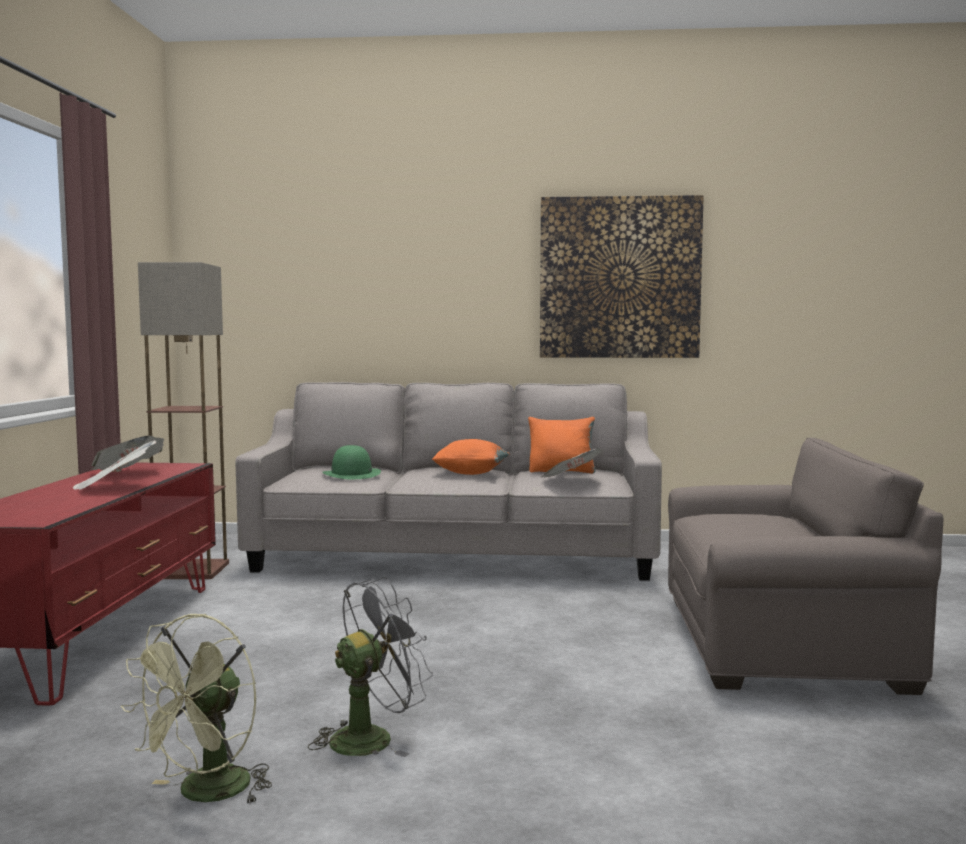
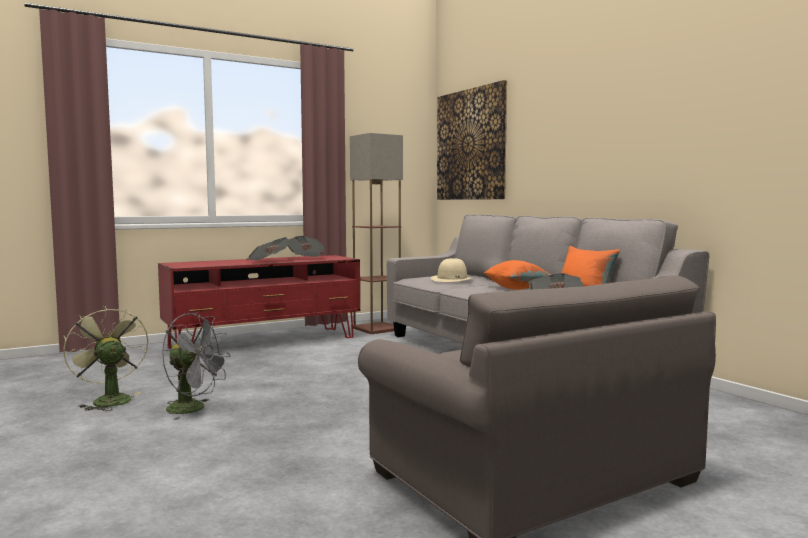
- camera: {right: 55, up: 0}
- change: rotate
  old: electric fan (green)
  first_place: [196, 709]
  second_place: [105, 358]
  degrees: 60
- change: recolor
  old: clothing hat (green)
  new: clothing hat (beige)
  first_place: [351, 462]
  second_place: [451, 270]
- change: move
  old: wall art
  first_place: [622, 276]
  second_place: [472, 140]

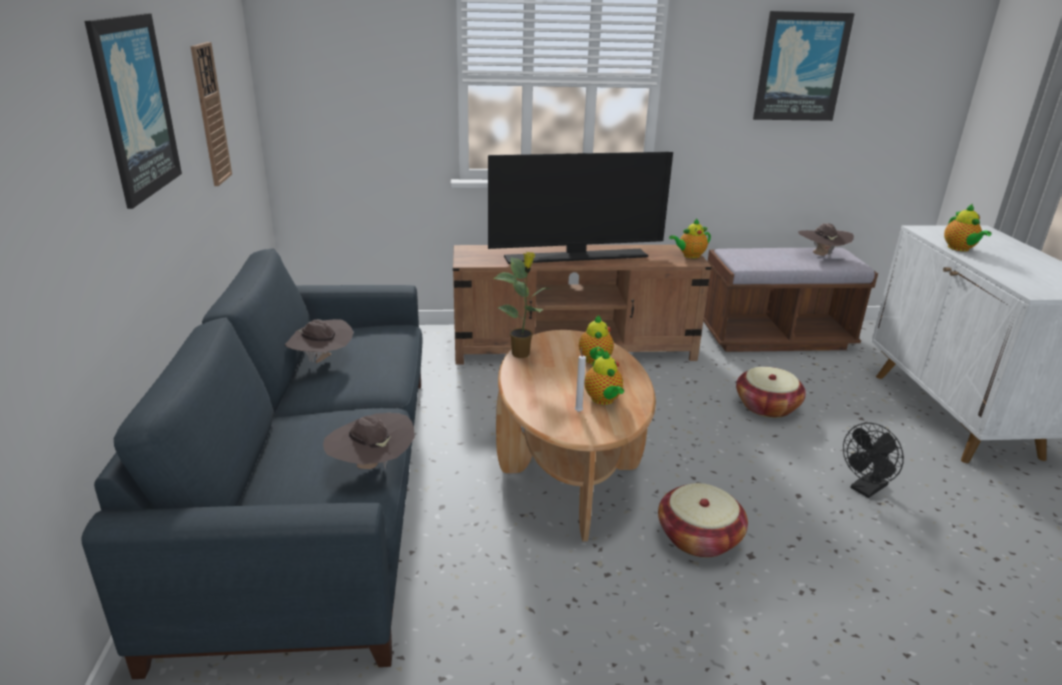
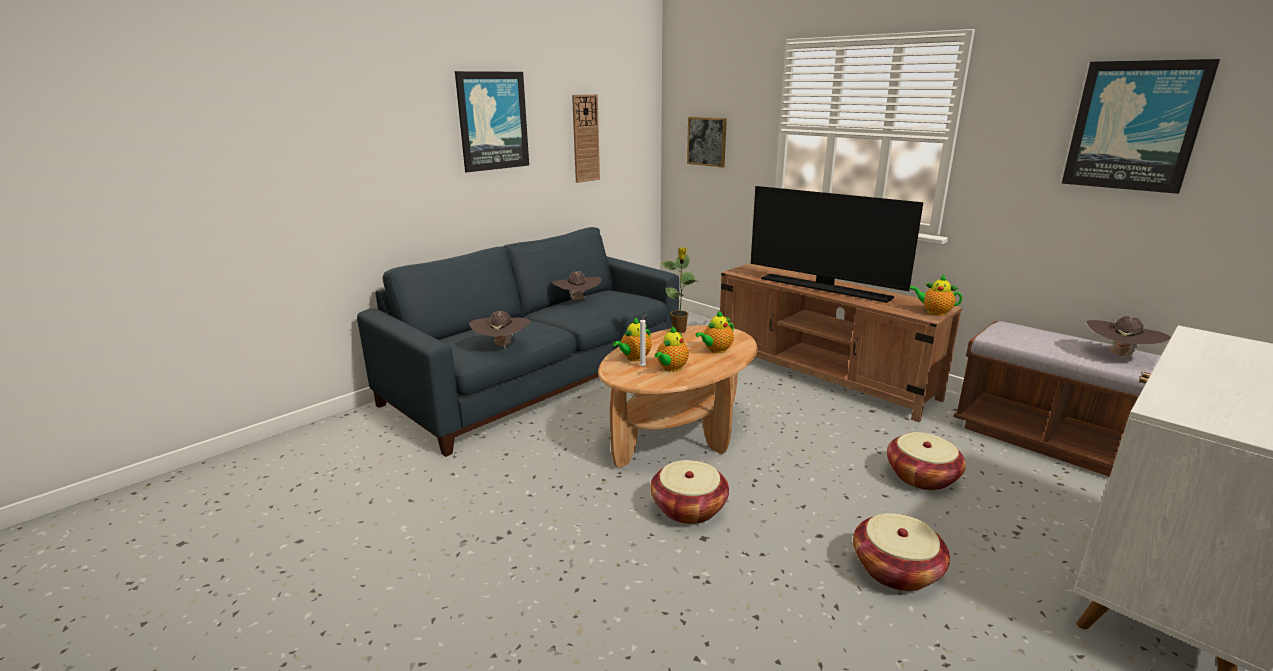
- camera: {right: 50, up: -5}
- change: move
  old: teapot
  first_place: [968, 228]
  second_place: [632, 339]
- change: insert
  new: wall art
  second_place: [707, 142]
- change: replace
  old: electric fan (black)
  new: basket
  first_place: [873, 460]
  second_place: [901, 552]

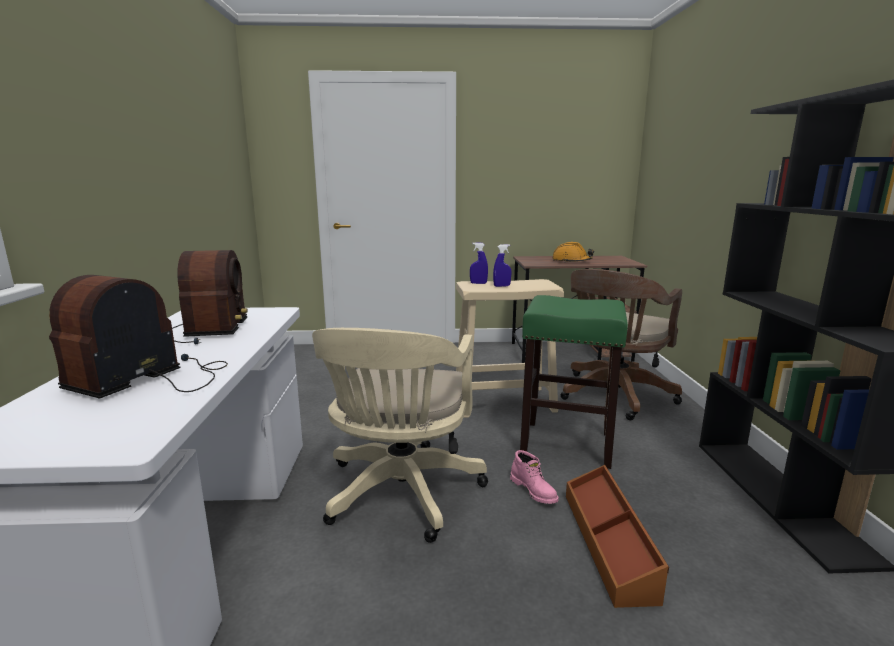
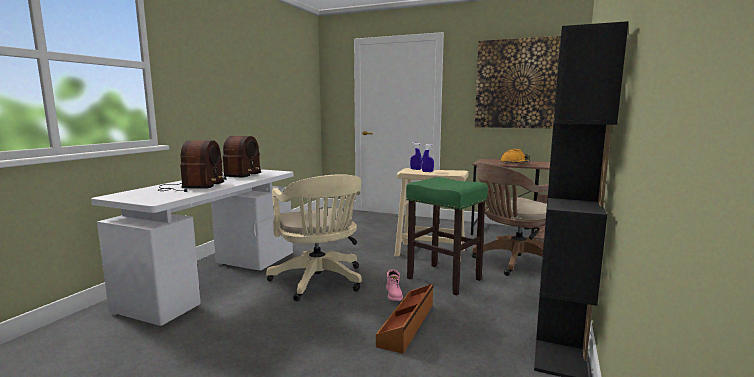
- camera: {right: 25, up: -5}
- change: rotate
  old: radio receiver
  first_place: [138, 337]
  second_place: [191, 166]
  degrees: 135
- change: rotate
  old: office chair (beige)
  first_place: [400, 435]
  second_place: [314, 237]
  degrees: -60
- change: insert
  new: wall art
  second_place: [518, 82]

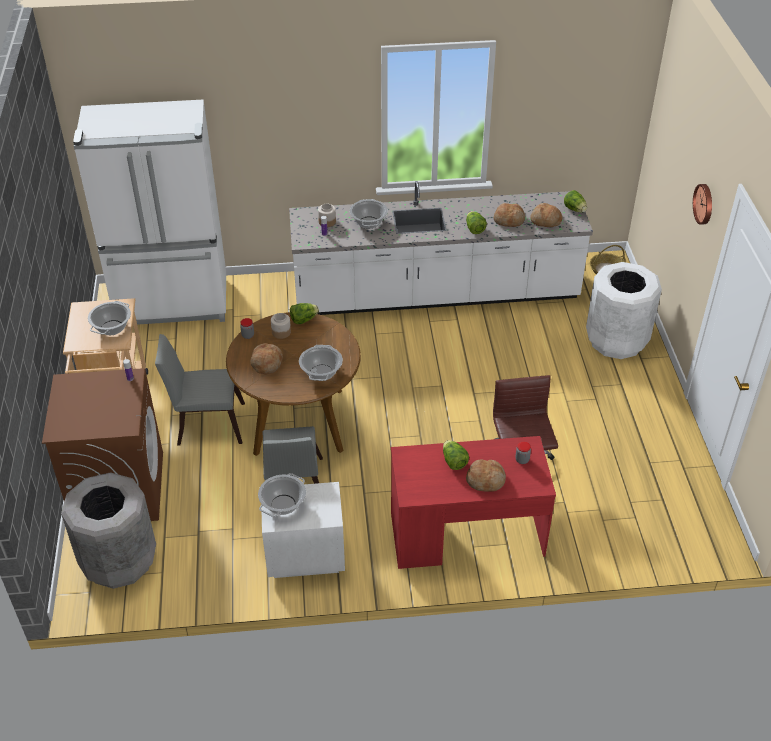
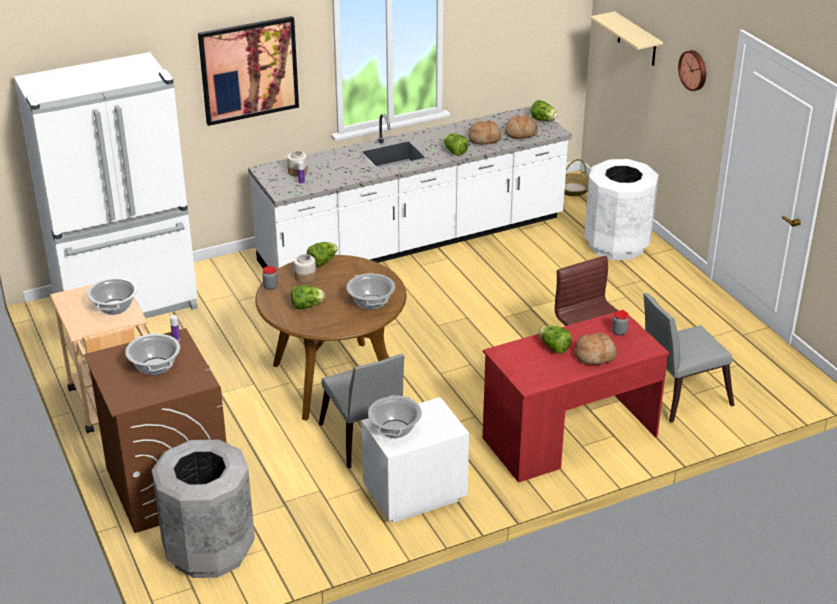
- camera: {right: -20, up: -10}
- change: move
  old: cooking pot
  first_place: [369, 214]
  second_place: [152, 354]
- change: insert
  new: wall art
  second_place: [248, 71]
- change: replace
  old: baked bread
  new: lettuce
  first_place: [266, 358]
  second_place: [308, 297]
- change: insert
  new: wall shelf (beige)
  second_place: [626, 38]
- change: move
  old: upright chair (grey)
  first_place: [200, 390]
  second_place: [688, 357]

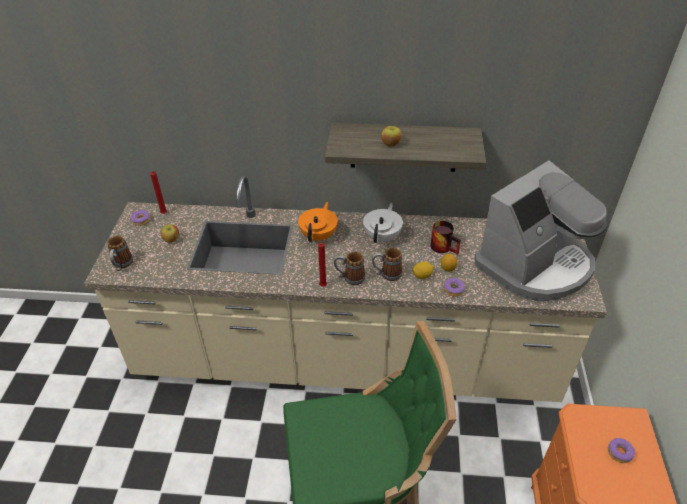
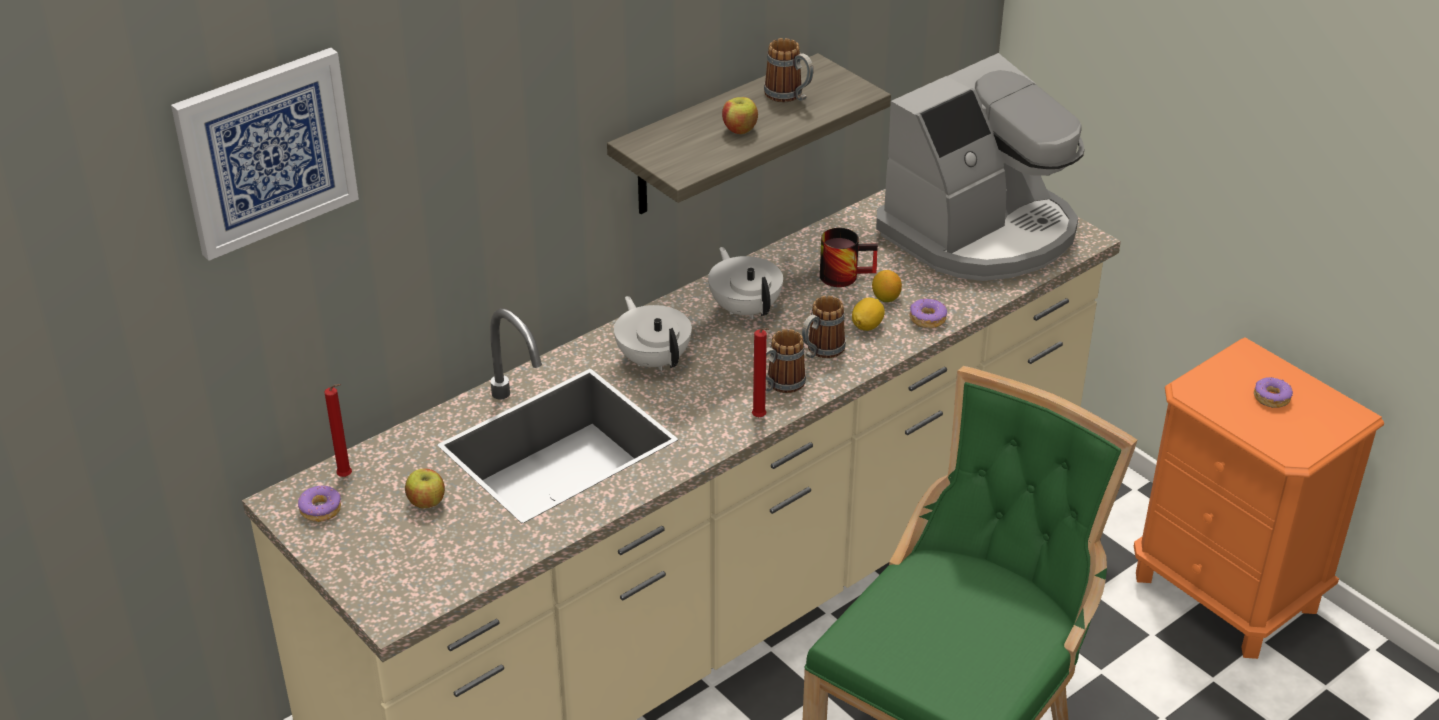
- camera: {right: -45, up: -5}
- change: insert
  new: wall art
  second_place: [265, 154]
- change: recolor
  old: teapot (orangey)
  new: teapot (whitish)
  first_place: [318, 222]
  second_place: [653, 333]
- change: move
  old: coffee mug
  first_place: [120, 253]
  second_place: [789, 70]
- change: rotate
  old: coffee maker
  first_place: [541, 230]
  second_place: [980, 167]
  degrees: 45

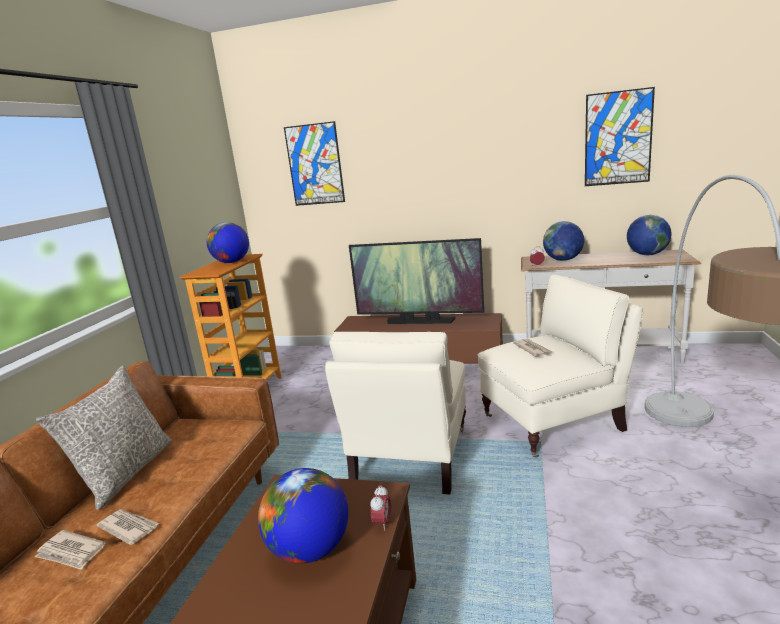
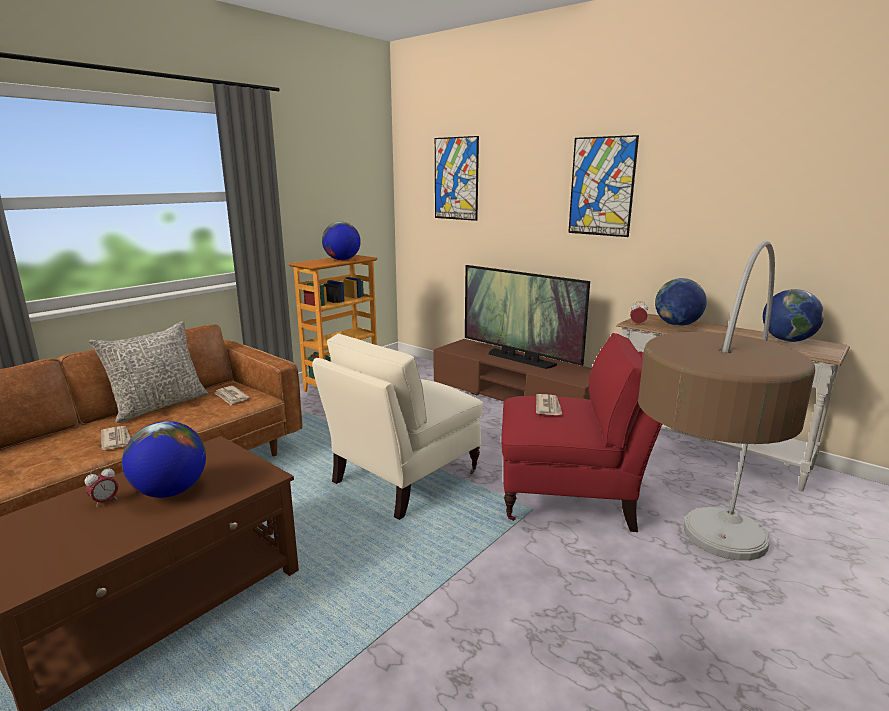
- camera: {right: 25, up: 0}
- change: move
  old: table clock
  first_place: [381, 508]
  second_place: [101, 487]
- change: move
  old: newspaper
  first_place: [70, 550]
  second_place: [231, 395]
- change: recolor
  old: lounge chair (beige)
  new: lounge chair (reddish)
  first_place: [560, 366]
  second_place: [581, 432]
- change: move
  old: wall art
  first_place: [620, 136]
  second_place: [603, 186]

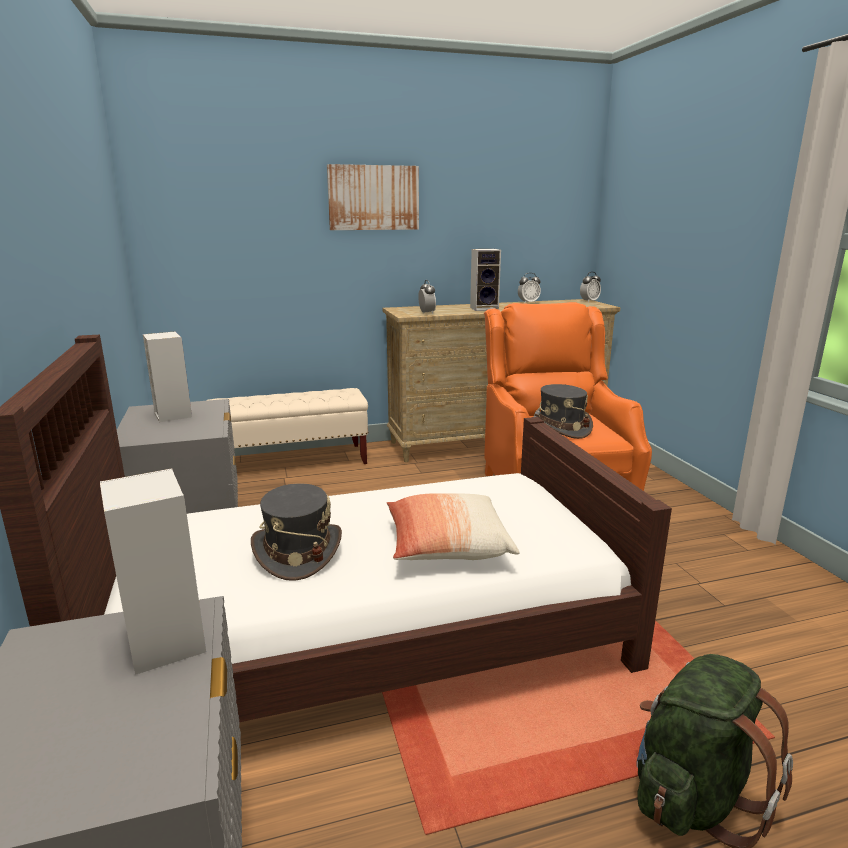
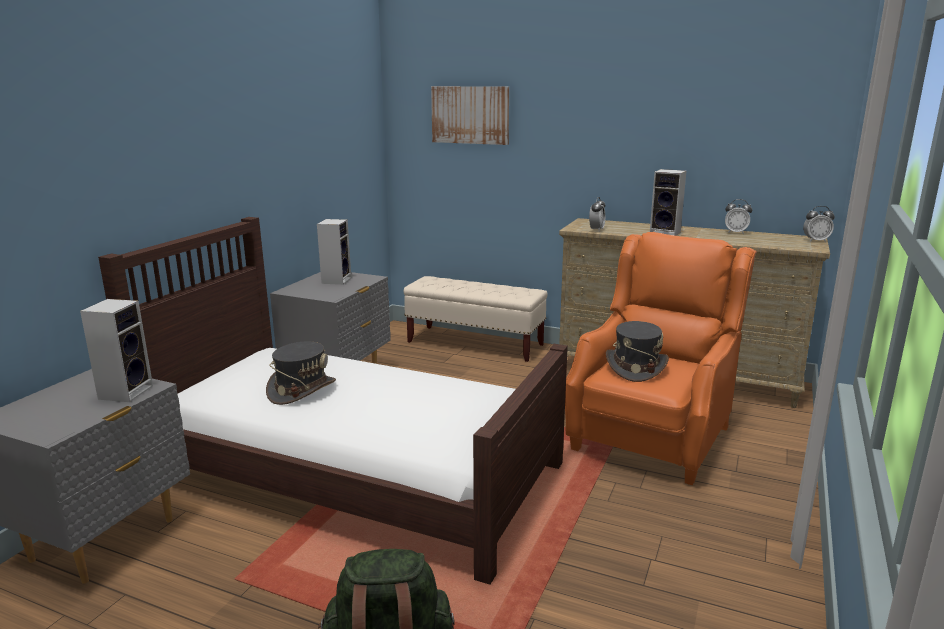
- camera: {right: 40, up: 0}
- change: move
  old: wall art
  first_place: [373, 197]
  second_place: [470, 115]
- change: delete
  old: cushion
  first_place: [453, 526]

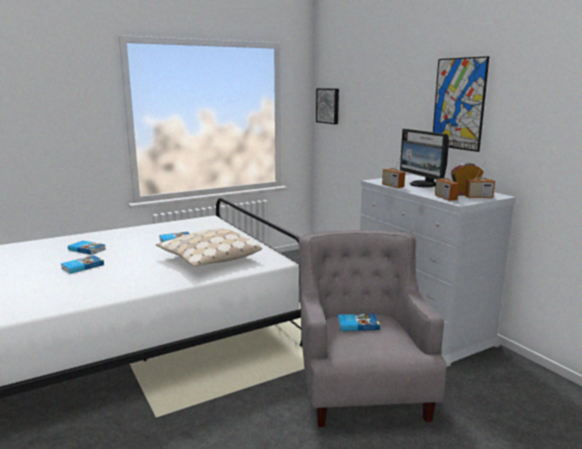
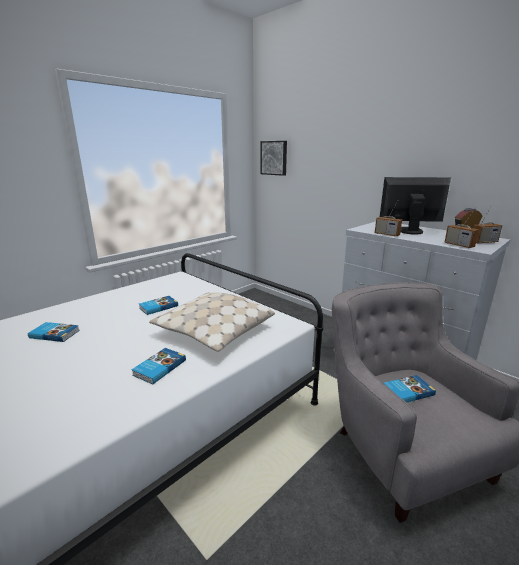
- camera: {right: -15, up: 5}
- change: move
  old: bound book
  first_place: [82, 264]
  second_place: [158, 366]
- change: rotate
  old: monitor
  first_place: [424, 158]
  second_place: [415, 206]
  degrees: 135
- change: delete
  old: wall art
  first_place: [461, 104]

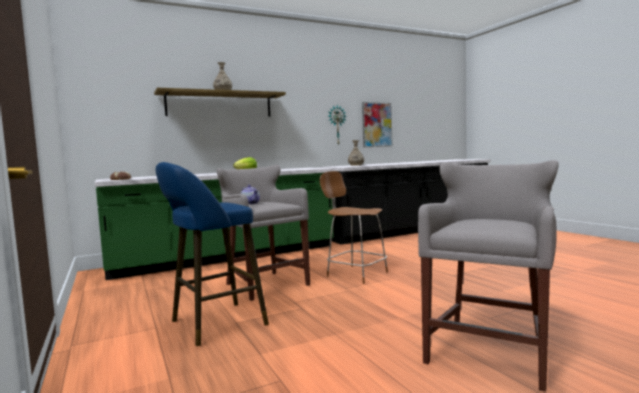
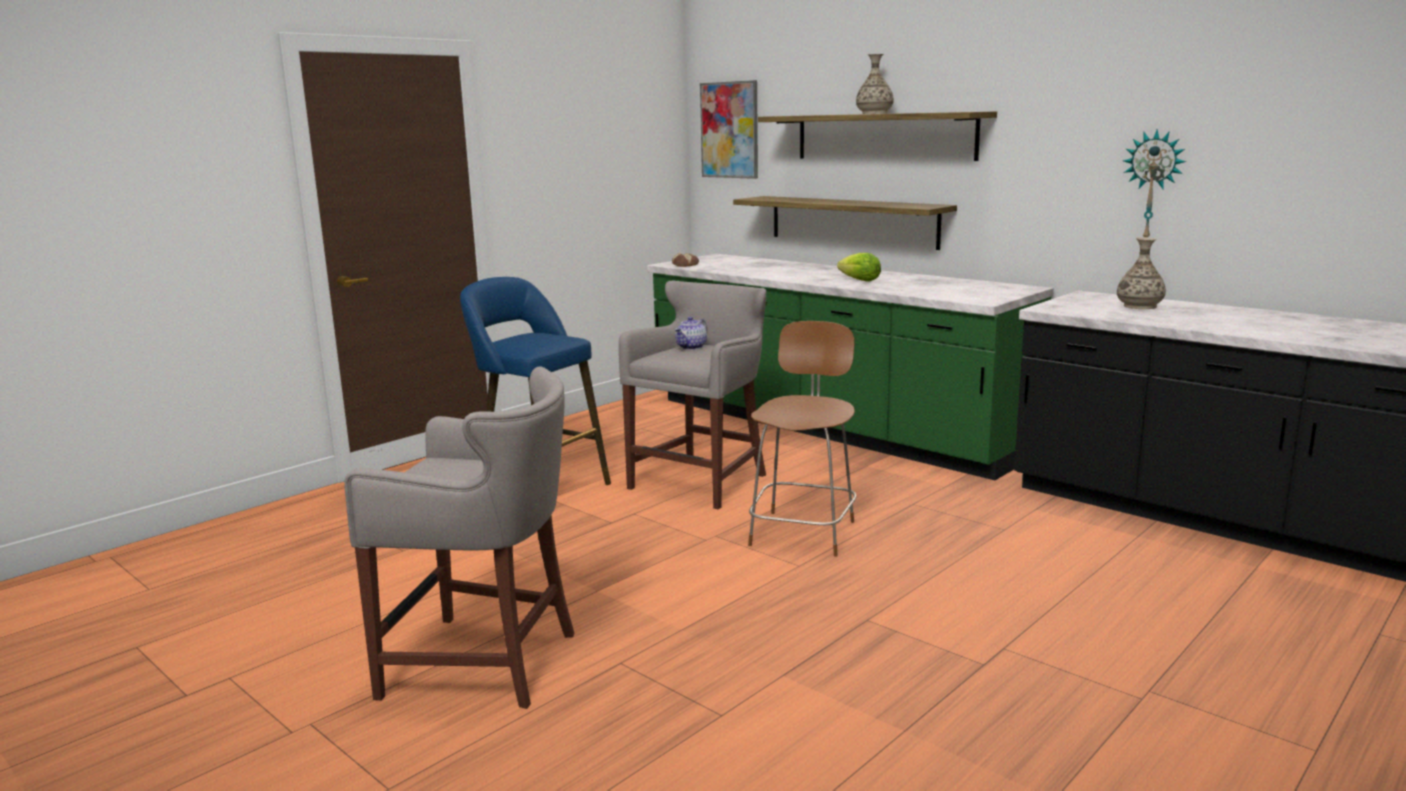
- camera: {right: 70, up: 10}
- change: move
  old: wall art
  first_place: [377, 124]
  second_place: [729, 129]
- change: insert
  new: wall shelf
  second_place: [845, 223]

